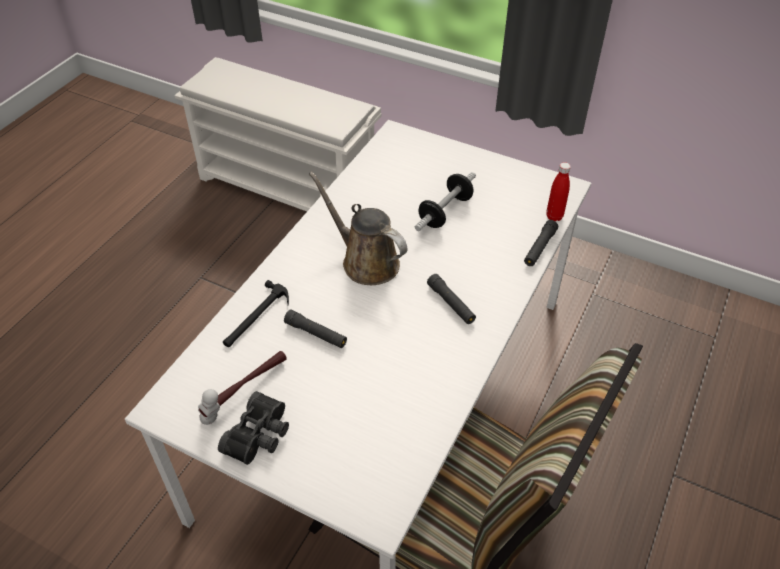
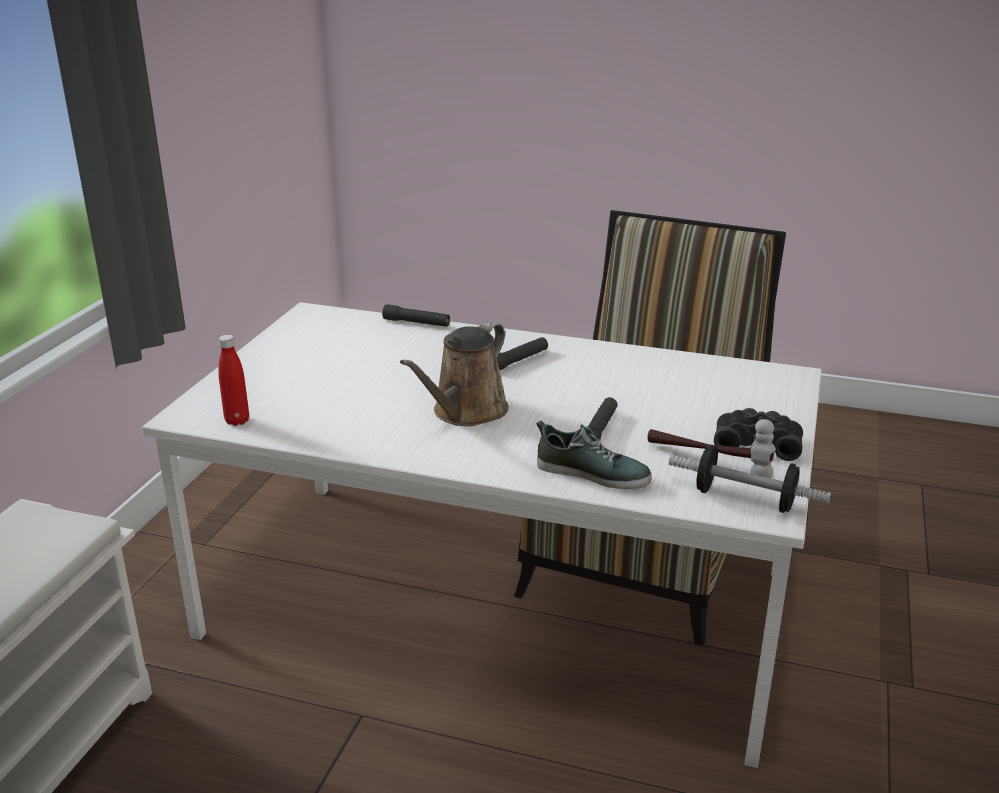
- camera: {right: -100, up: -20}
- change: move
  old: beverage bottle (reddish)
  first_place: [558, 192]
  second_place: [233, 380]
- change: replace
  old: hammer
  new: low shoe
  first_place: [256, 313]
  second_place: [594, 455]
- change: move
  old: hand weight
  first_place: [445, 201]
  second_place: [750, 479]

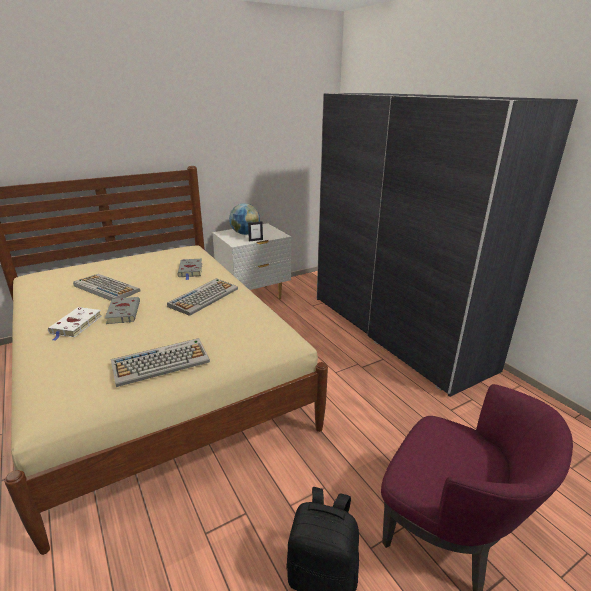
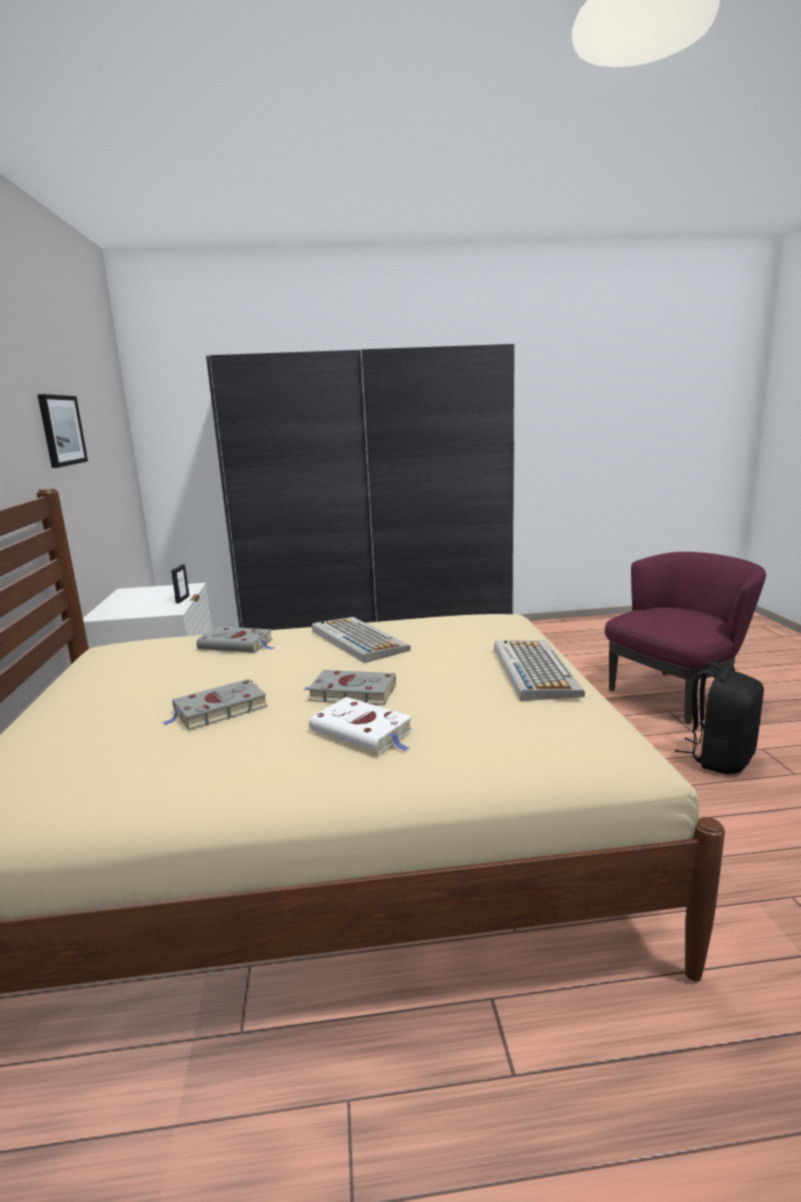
- camera: {right: -65, up: -10}
- change: insert
  new: wall art
  second_place: [62, 431]
- change: replace
  old: PC keyboard
  new: bound book (grey)
  first_place: [106, 287]
  second_place: [215, 704]
- change: delete
  old: globe
  first_place: [244, 219]

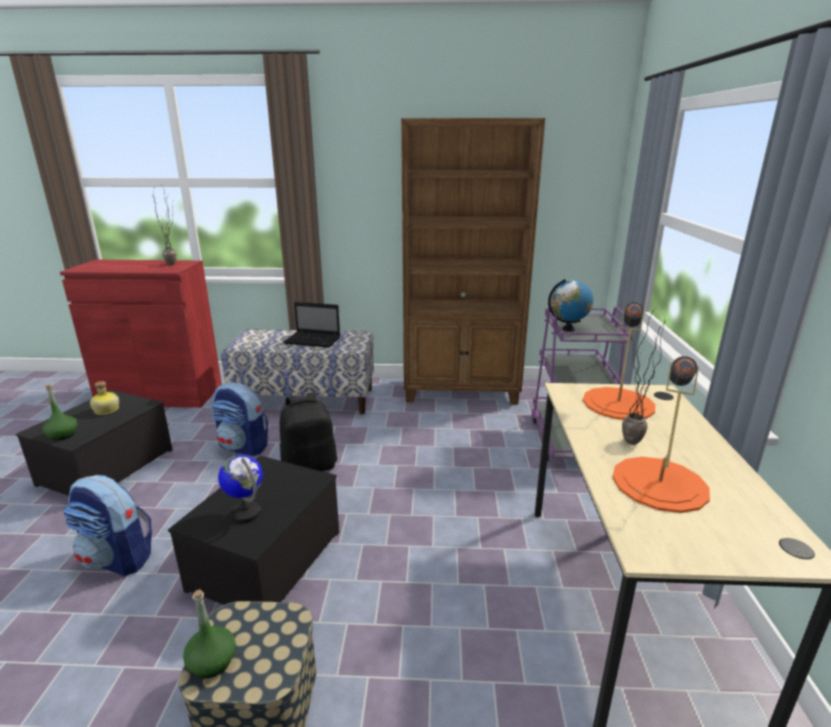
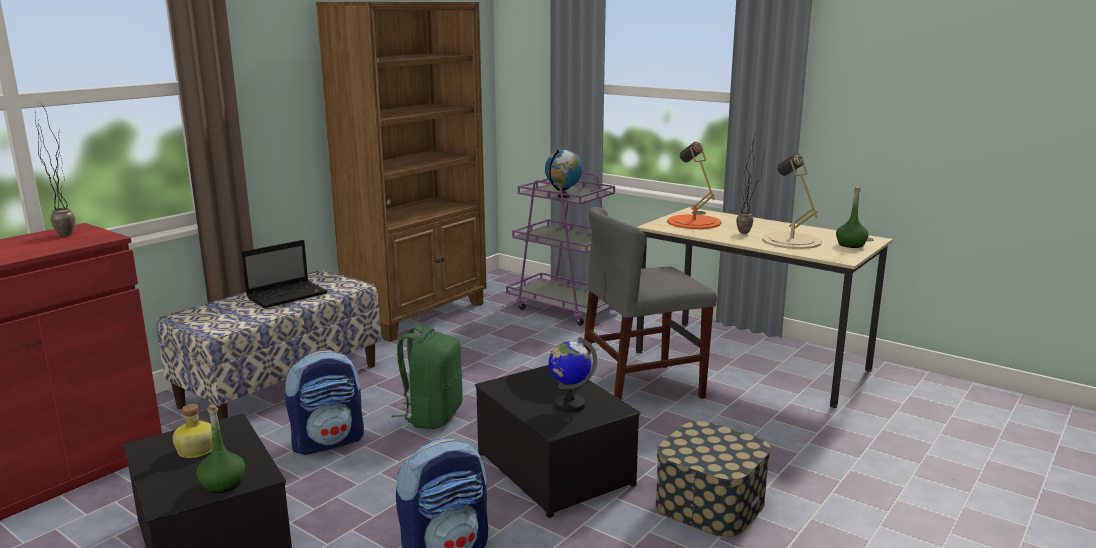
- camera: {right: -55, up: -5}
- change: recolor
  old: knapsack (black)
  new: knapsack (green)
  first_place: [308, 432]
  second_place: [427, 377]
- change: insert
  new: upright chair (grey)
  second_place: [650, 303]
- change: recolor
  old: table lamp (orangey)
  new: table lamp (beige)
  first_place: [661, 434]
  second_place: [792, 201]
- change: move
  old: beverage bottle (green)
  first_place: [209, 633]
  second_place: [852, 217]

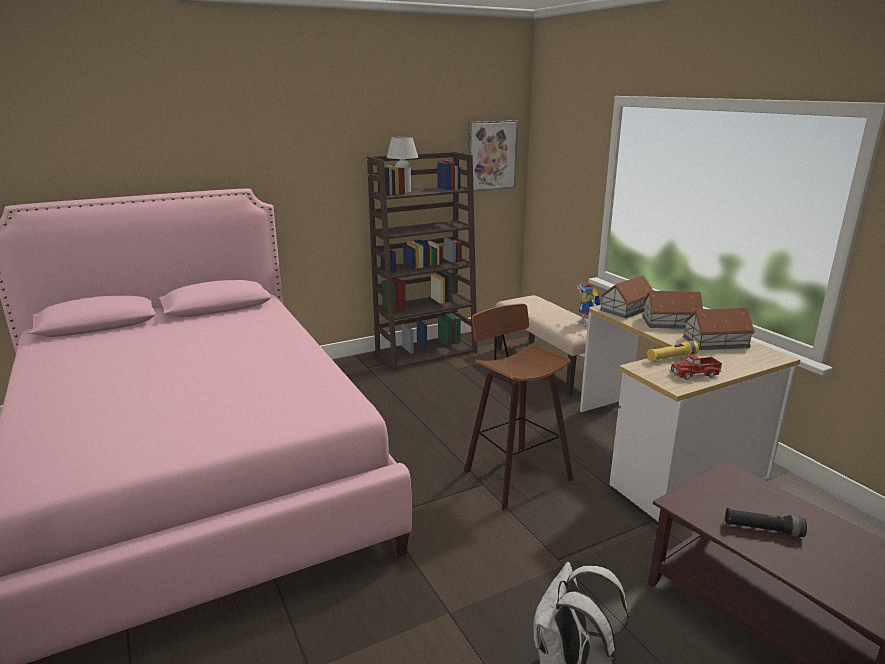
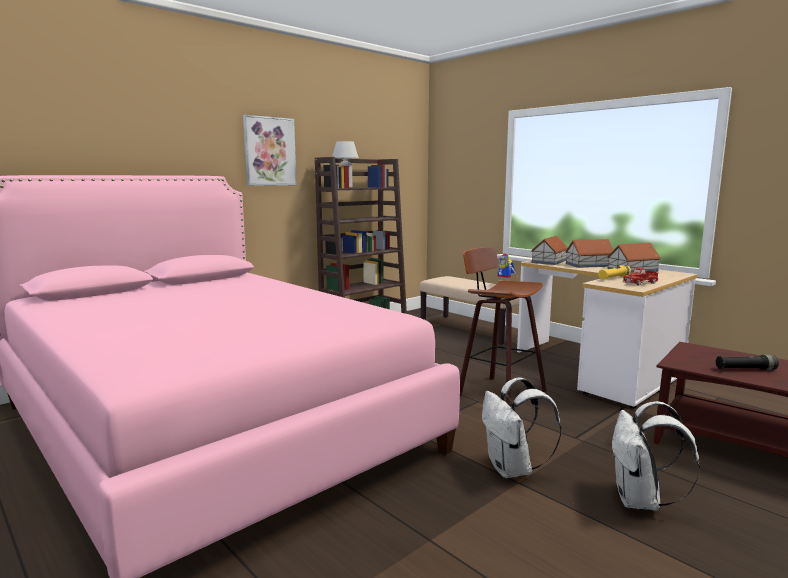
- camera: {right: -15, up: -10}
- change: move
  old: wall art
  first_place: [493, 155]
  second_place: [270, 150]
- change: insert
  new: knapsack (whitish)
  second_place: [521, 428]

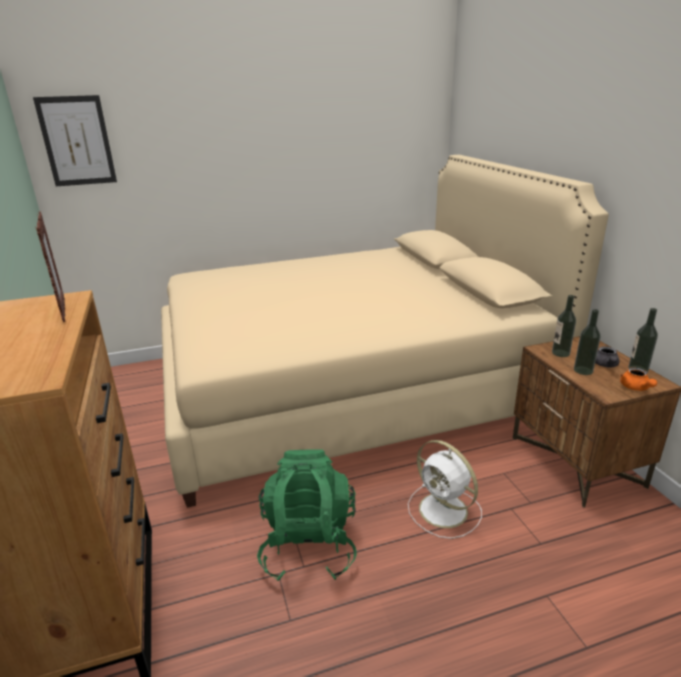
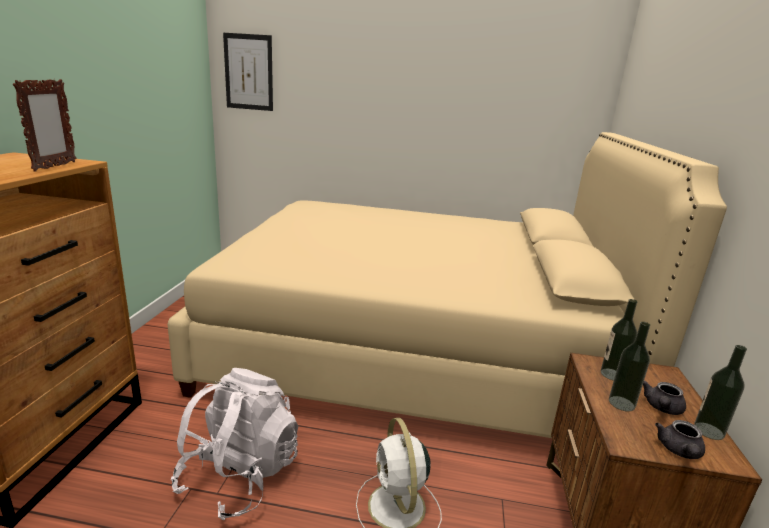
- camera: {right: 25, up: -5}
- change: recolor
  old: knapsack (green)
  new: knapsack (whitish)
  first_place: [307, 515]
  second_place: [234, 444]
- change: recolor
  old: teapot (orangey)
  new: teapot (grey)
  first_place: [638, 379]
  second_place: [680, 439]

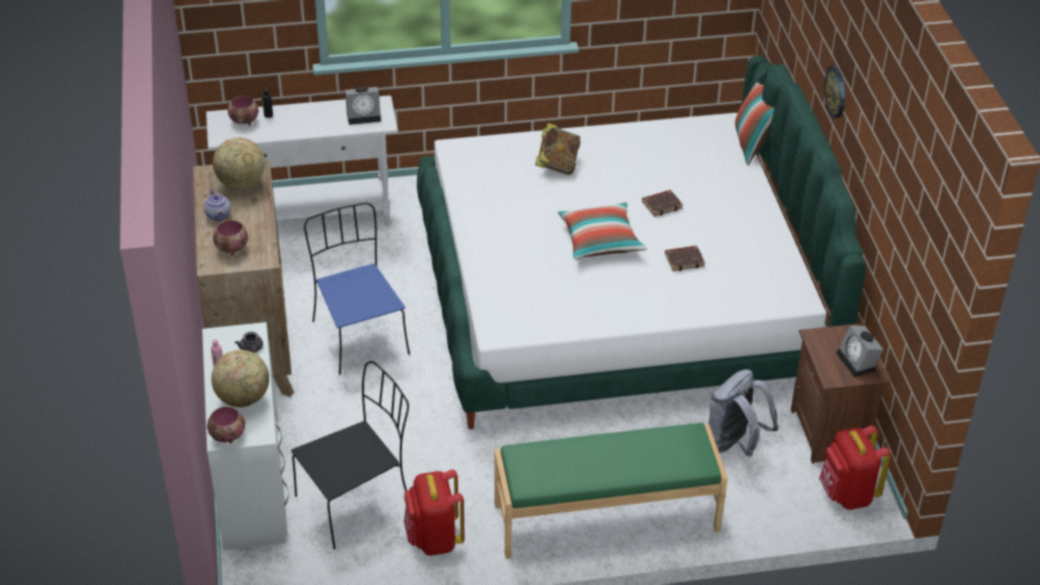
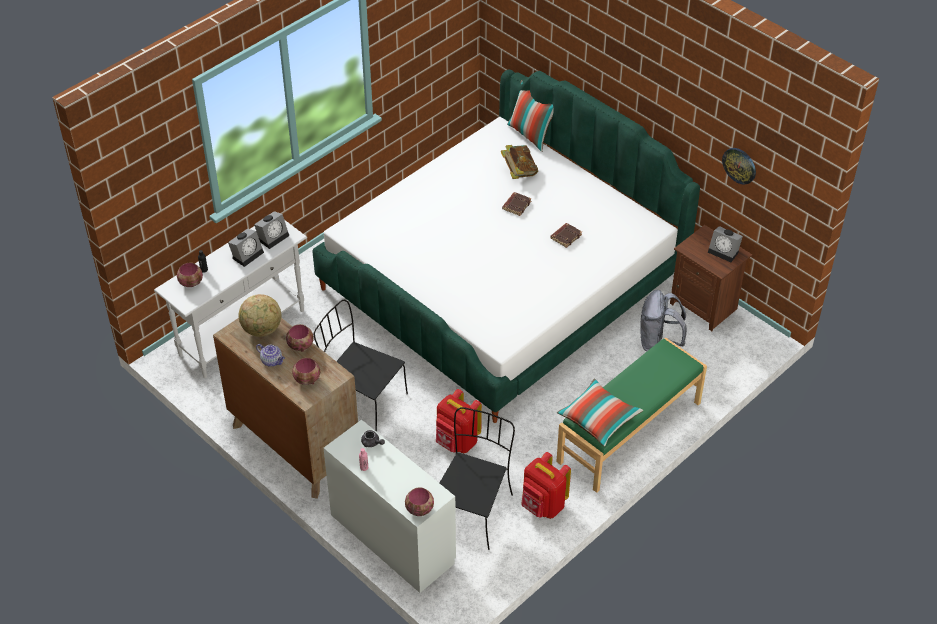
- camera: {right: -35, up: 5}
- change: insert
  new: table clock
  second_place: [246, 247]
- change: insert
  new: bowl
  second_place: [300, 338]
- change: recolor
  old: upright chair (blue)
  new: upright chair (black)
  first_place: [357, 288]
  second_place: [361, 366]
- change: move
  old: knapsack (reddish)
  first_place: [855, 467]
  second_place: [459, 421]
- change: move
  old: bound book
  first_place: [557, 149]
  second_place: [519, 162]
- change: move
  old: cushion
  first_place: [602, 231]
  second_place: [600, 413]
- change: move
  old: wall clock
  first_place: [834, 92]
  second_place: [739, 166]
- change: delete
  old: globe
  first_place: [240, 378]

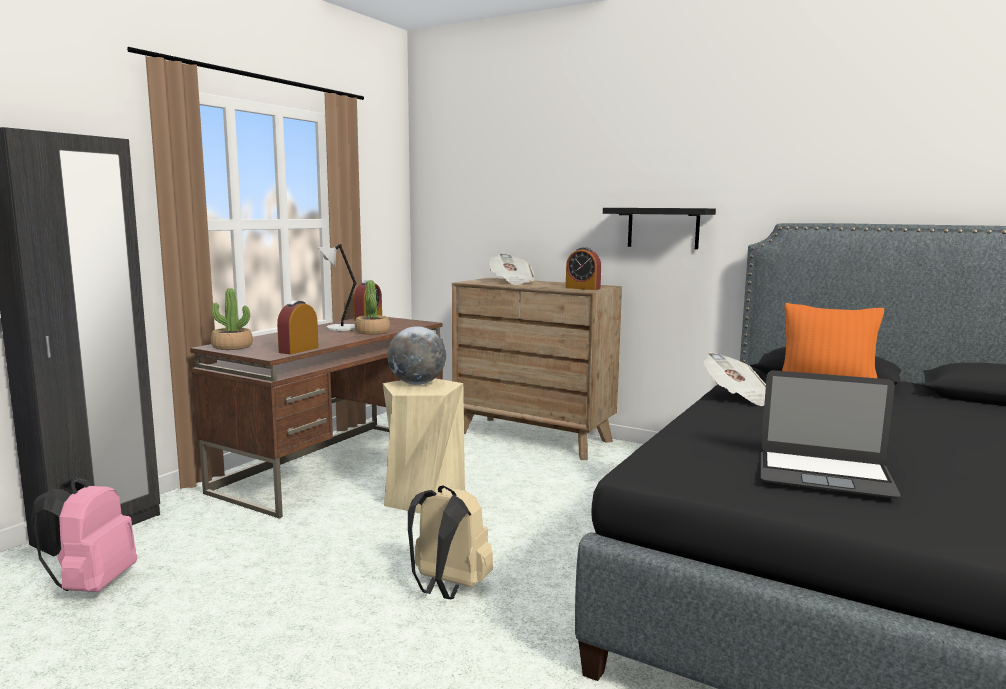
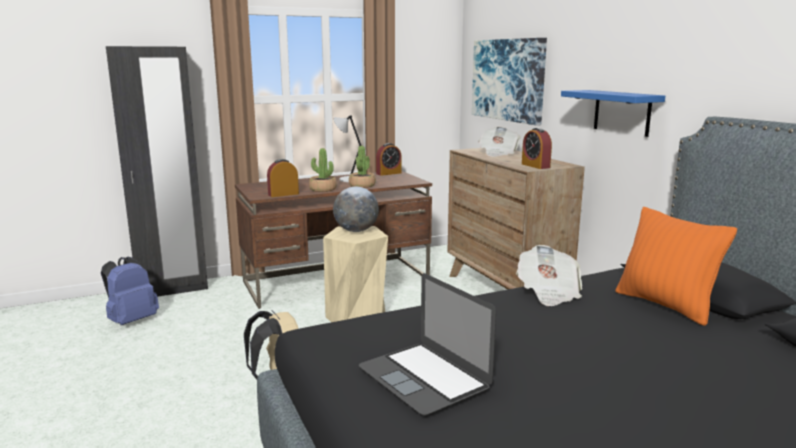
- camera: {right: 35, up: 5}
- change: recolor
  old: knapsack (pinkish)
  new: knapsack (blue)
  first_place: [83, 535]
  second_place: [130, 291]
- change: move
  old: houseplant
  first_place: [232, 319]
  second_place: [323, 170]
- change: insert
  new: wall art
  second_place: [509, 82]
- change: recolor
  old: wall shelf (black)
  new: wall shelf (blue)
  first_place: [659, 228]
  second_place: [613, 113]

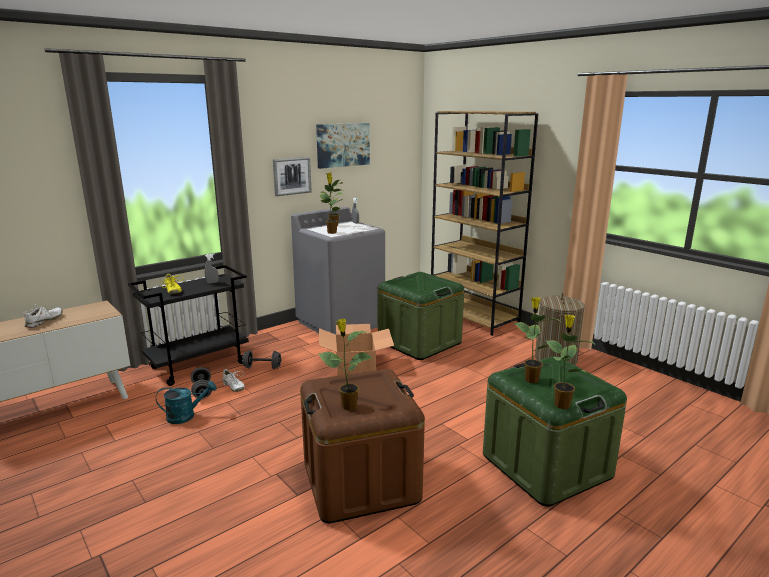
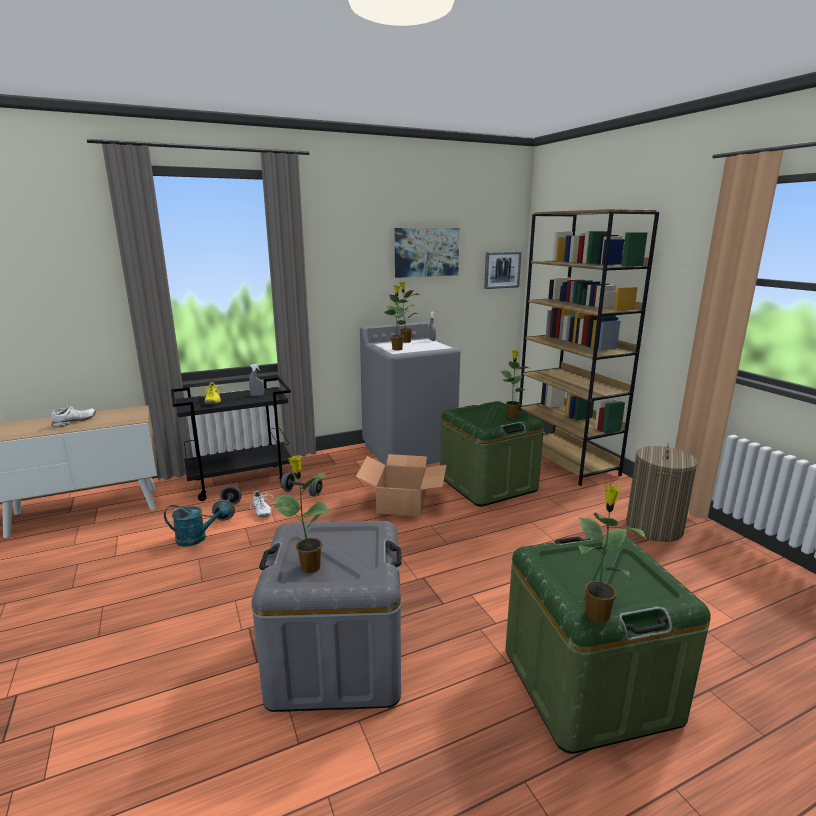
- camera: {right: 15, up: 0}
- change: recolor
  old: storage box (brown)
  new: storage box (grey)
  first_place: [362, 446]
  second_place: [327, 616]
- change: move
  old: wall art
  first_place: [292, 176]
  second_place: [502, 270]
- change: move
  old: houseplant
  first_place: [537, 340]
  second_place: [516, 384]

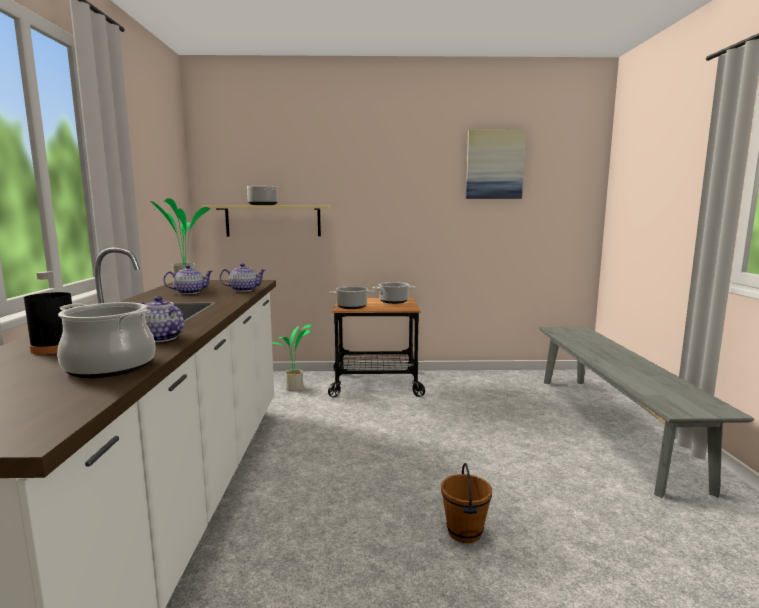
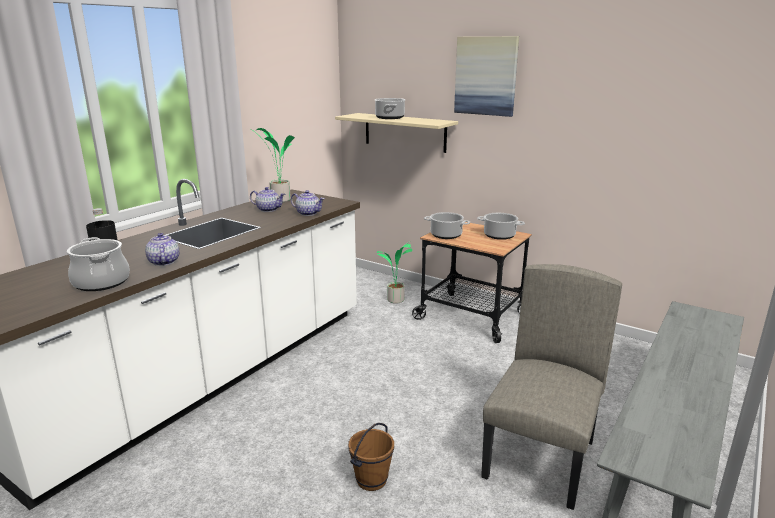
- camera: {right: 35, up: 10}
- change: move
  old: wall art
  first_place: [496, 164]
  second_place: [486, 76]
- change: insert
  new: upright chair (beige)
  second_place: [551, 387]

